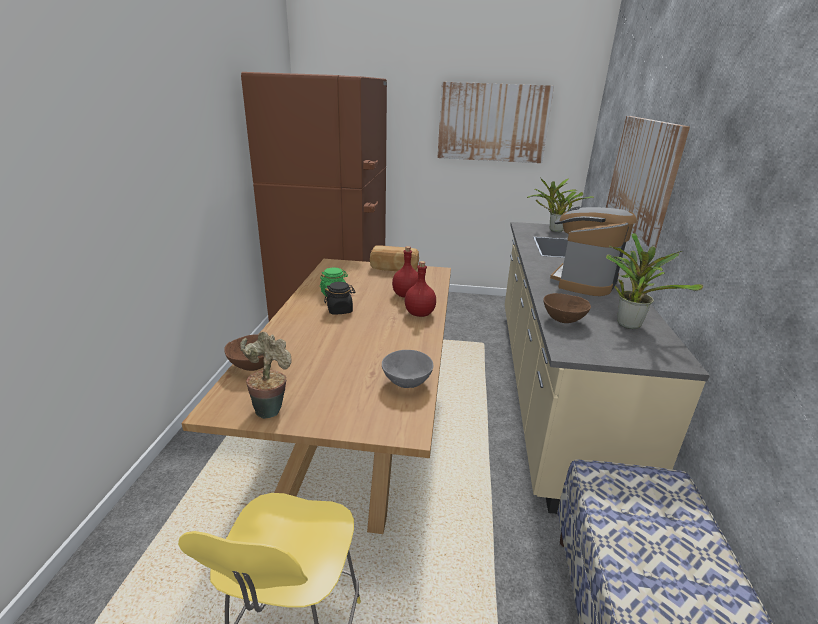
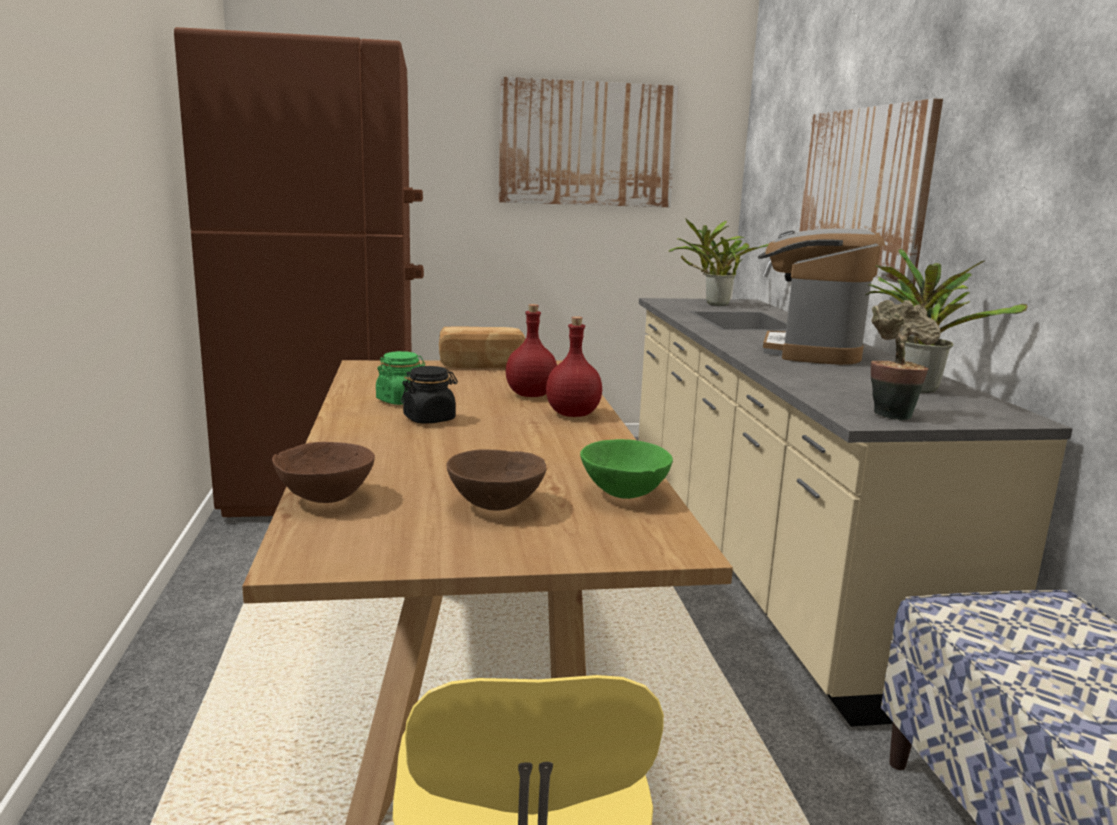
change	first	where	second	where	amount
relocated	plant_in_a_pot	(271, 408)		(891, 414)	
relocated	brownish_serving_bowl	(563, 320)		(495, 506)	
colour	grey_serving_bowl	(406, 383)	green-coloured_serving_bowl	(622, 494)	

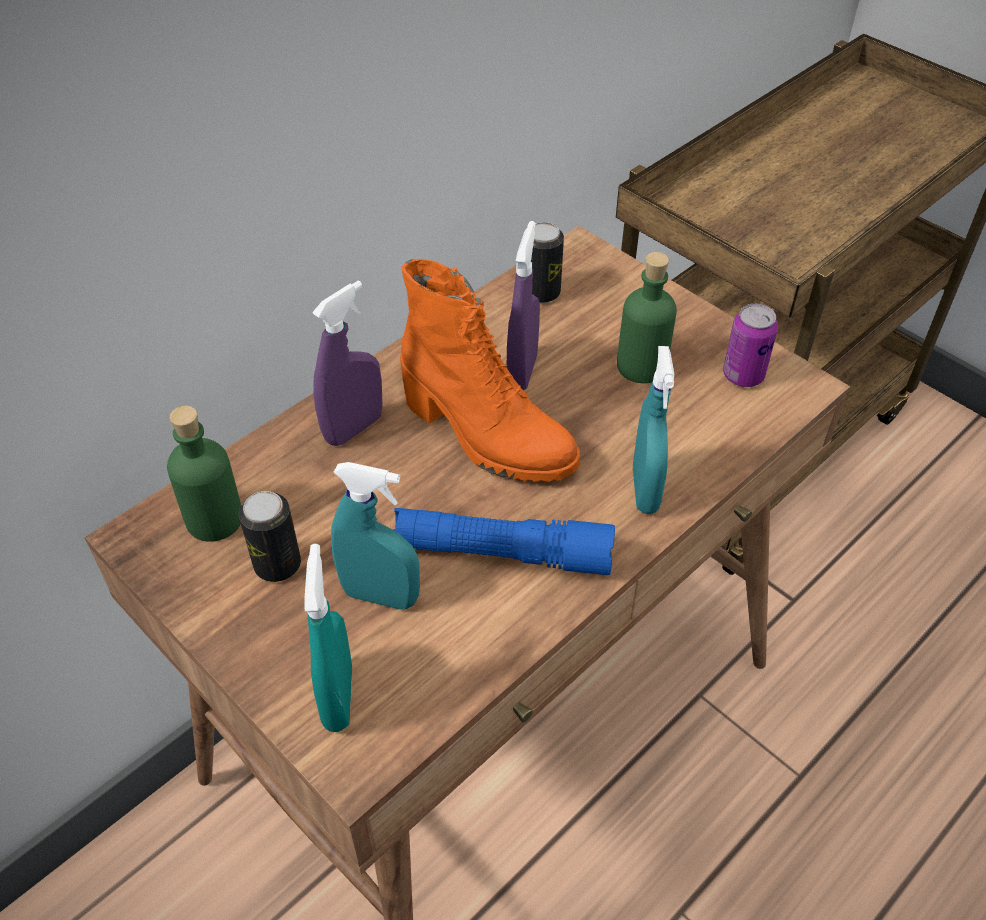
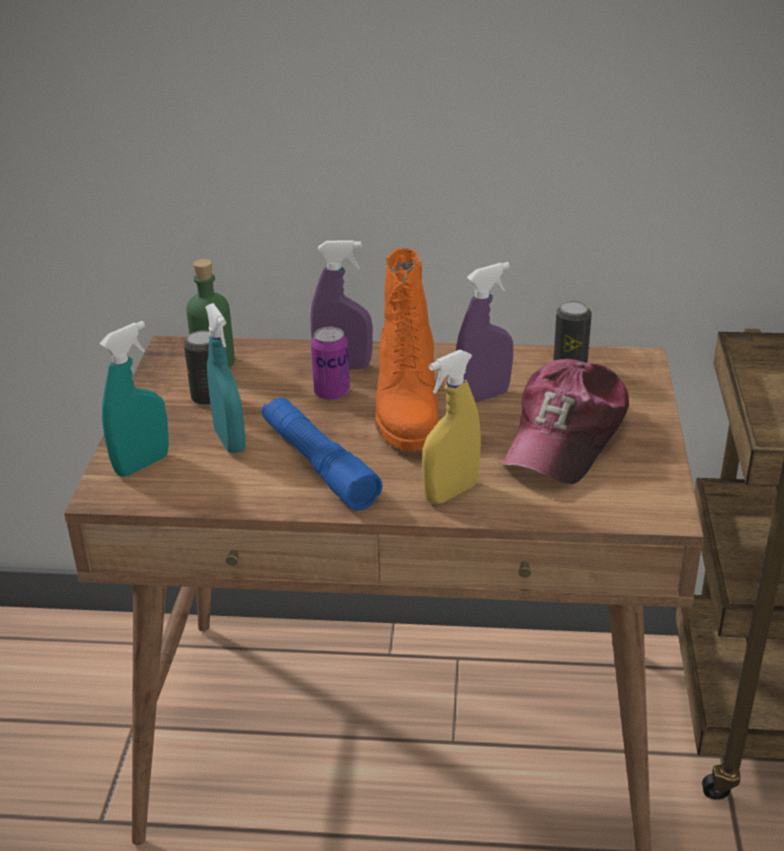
change	first	where	second	where	amount
relocated	metal_can	(743, 375)		(332, 393)	
exchanged	green-coloured_bottle	(641, 366)	peaked_cap	(566, 437)	
colour	turquoise_sprayer	(645, 490)	yellowish_sprayer	(451, 492)	

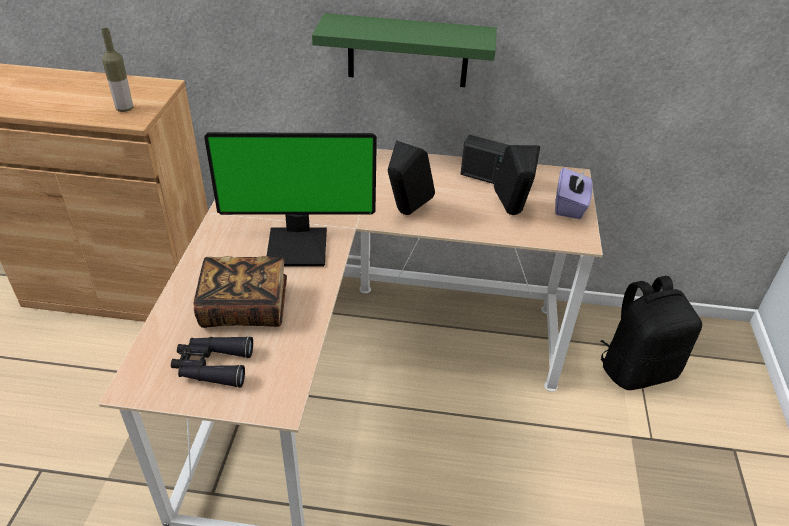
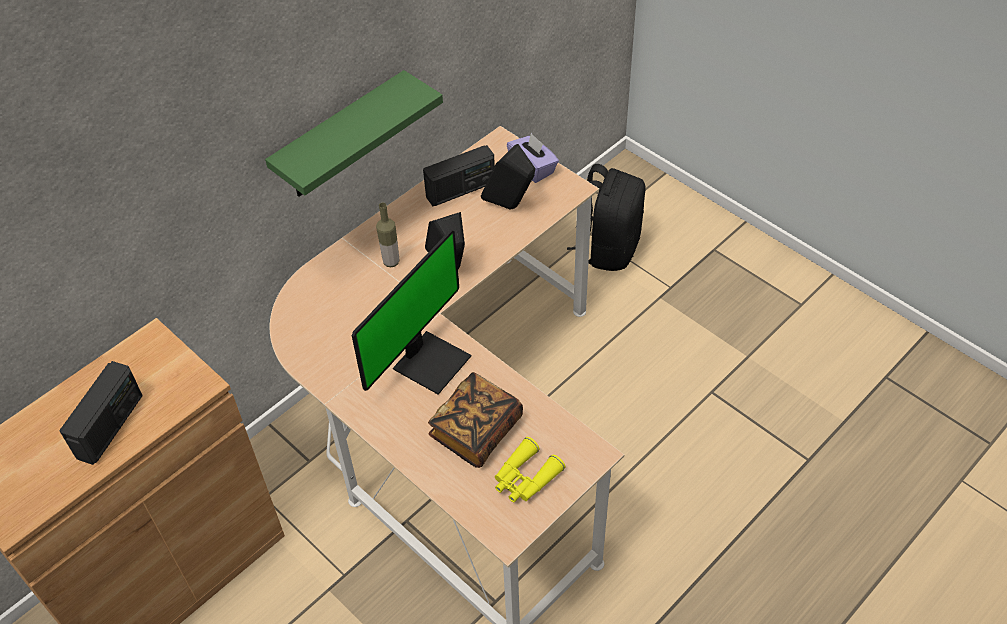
change	first	where	second	where	amount
appeared			radio	(110, 426)	
relocated	bottle	(124, 109)		(391, 262)	
colour	black-coloured_binoculars	(212, 366)	yellowish_binoculars	(525, 478)	

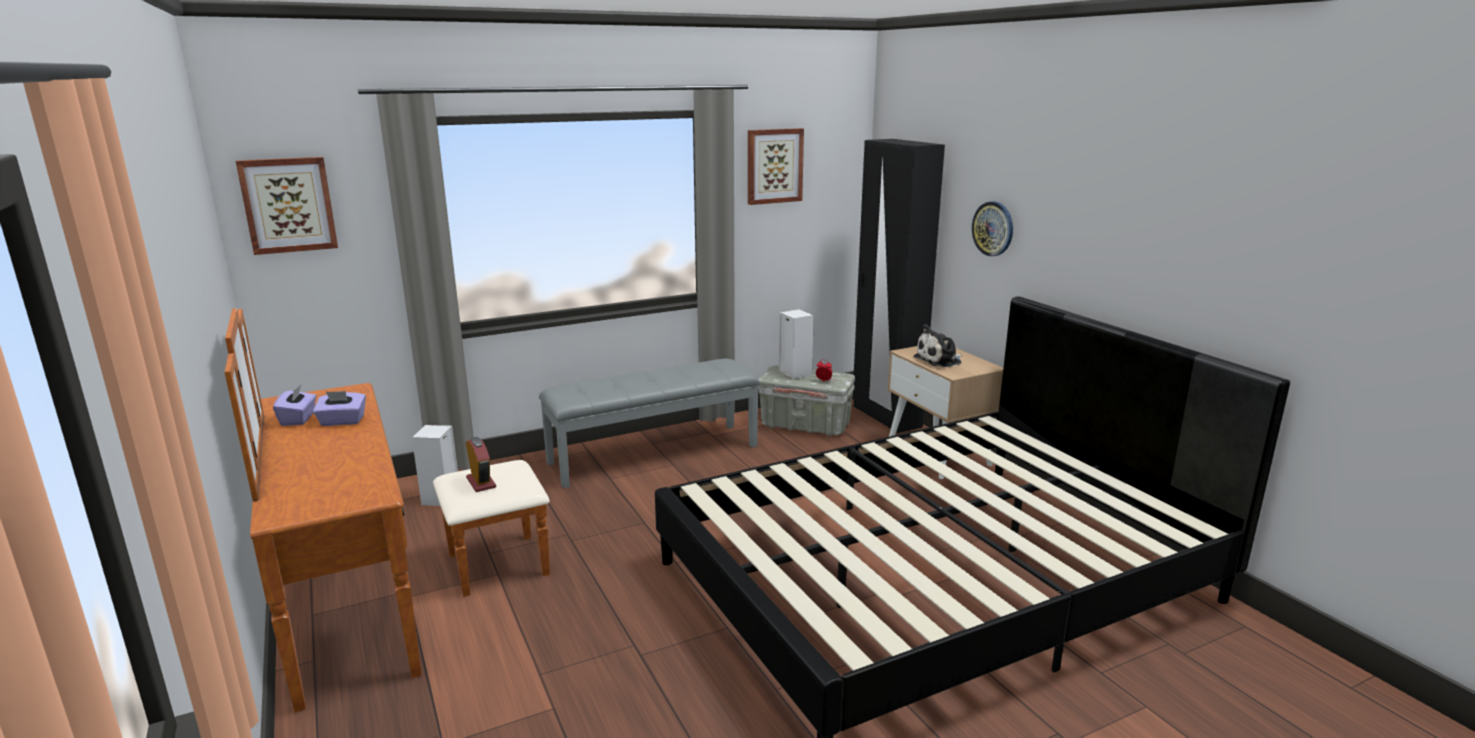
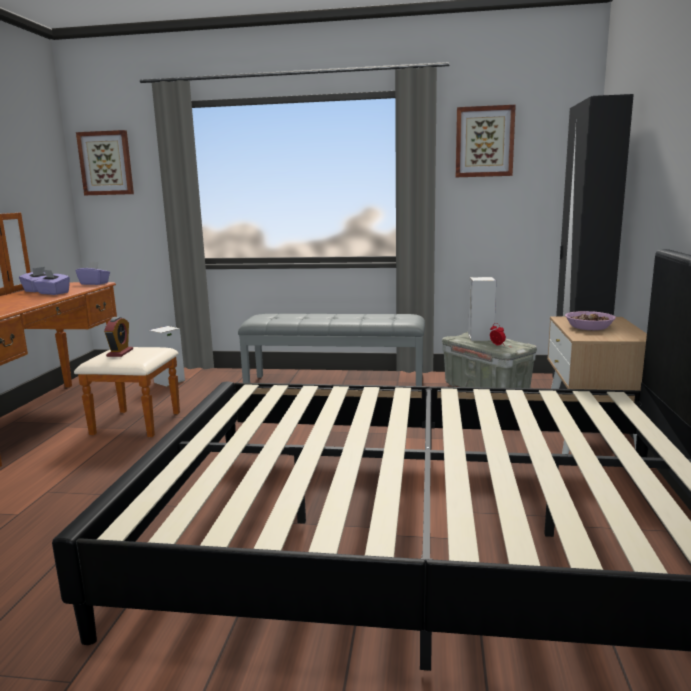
change	first	where	second	where	amount
missing	wall_clock	(993, 228)			
appeared			purple-coloured_tissue_box	(94, 283)	
exchanged	cuddly_toy	(940, 360)	serving_bowl	(589, 327)	

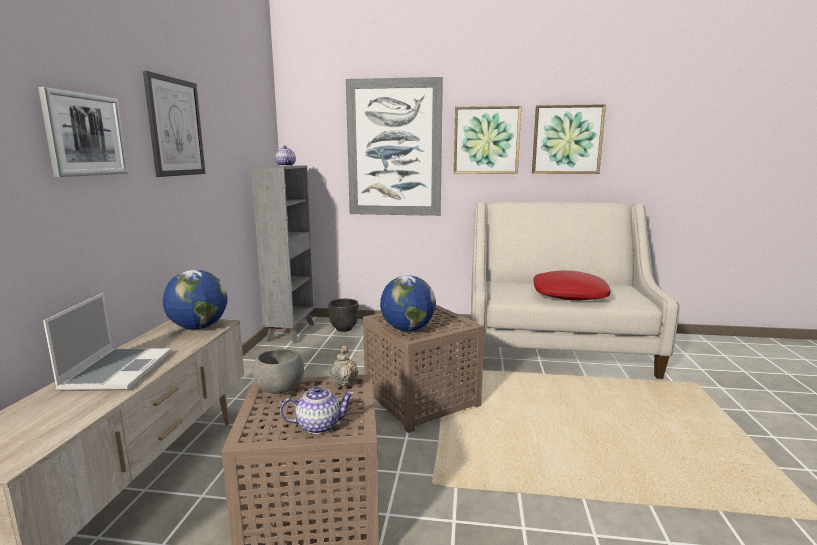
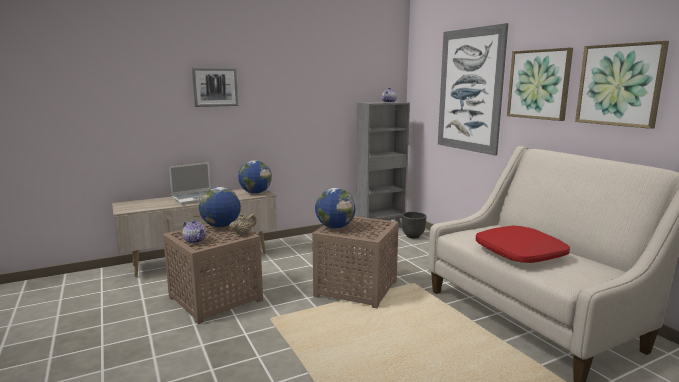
change	first	where	second	where	amount
missing	wall_art	(175, 127)			
exchanged	grey_serving_bowl	(280, 390)	globe	(221, 226)	

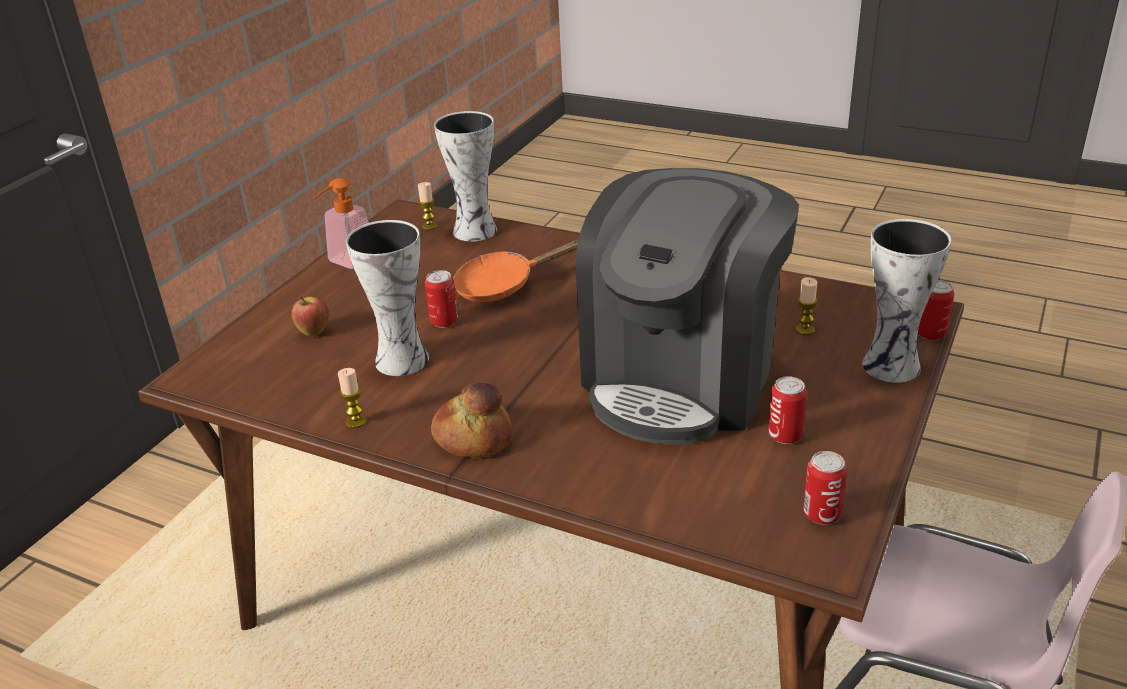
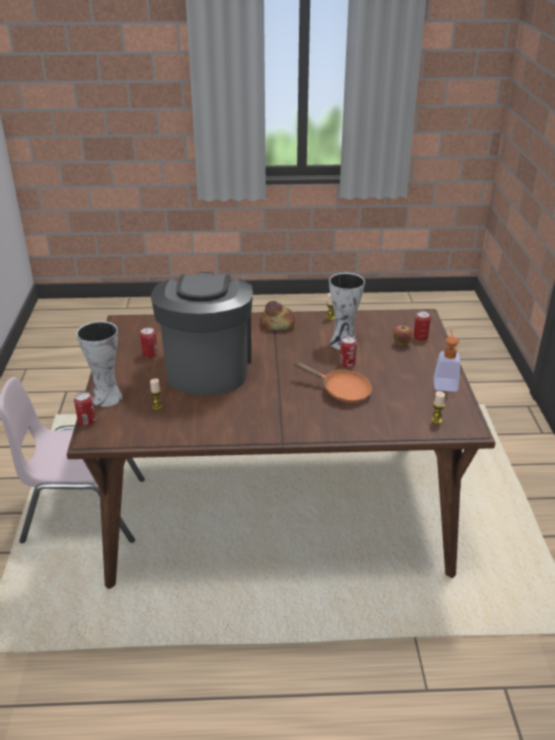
change	first	where	second	where	amount
missing	decorative_vase	(474, 232)			
relocated	metal_can	(821, 514)		(420, 338)	
spun	orangey_skillet	(502, 285)		(341, 391)	75 degrees clockwise

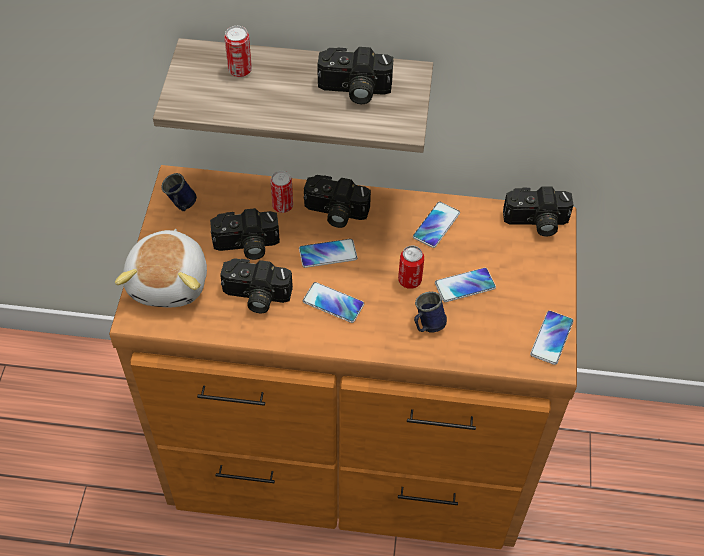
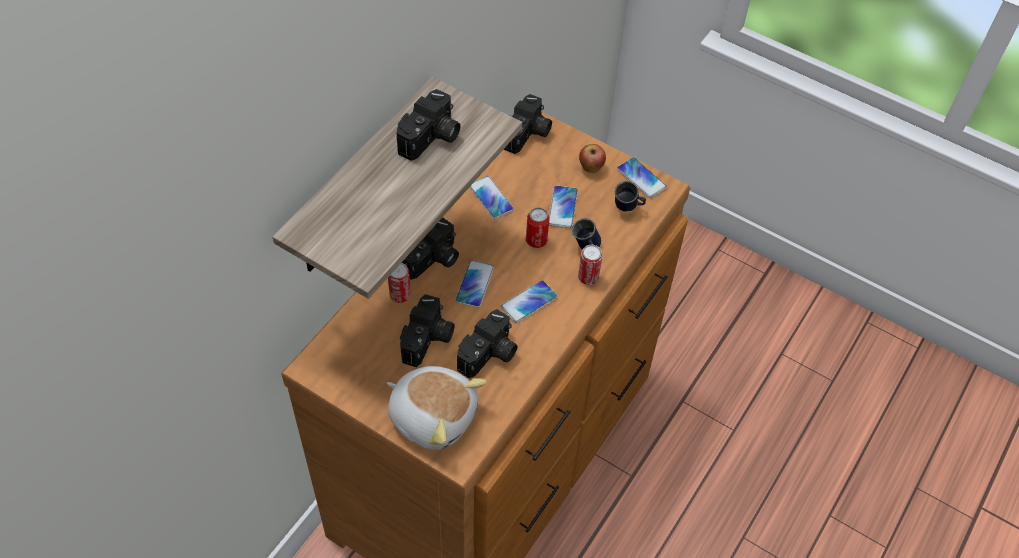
change	first	where	second	where	amount
appeared			apple_fruit	(591, 168)	
relocated	blue-coloured_coffee_mug	(181, 206)		(628, 208)	
relocated	metal_can	(240, 70)		(588, 277)	

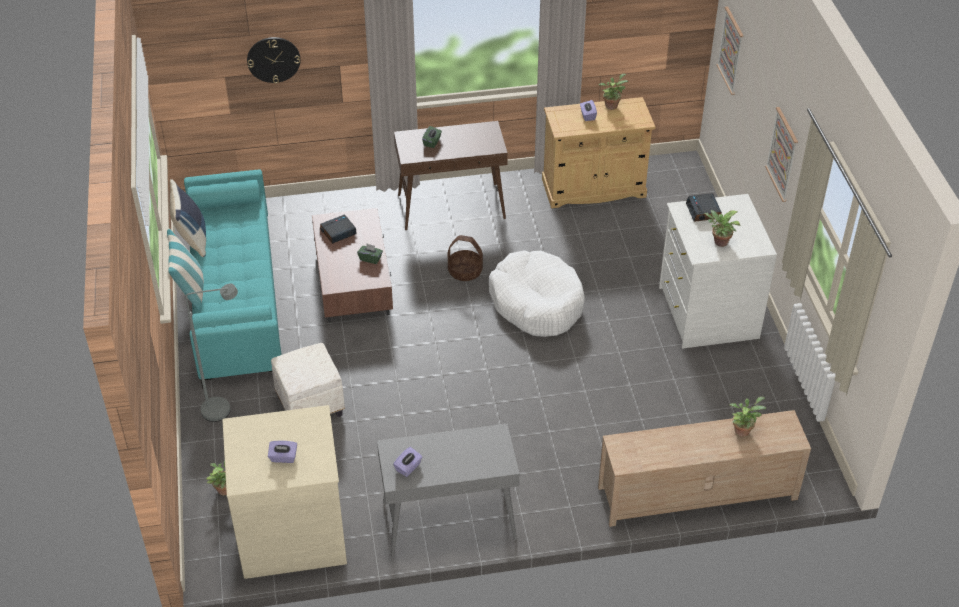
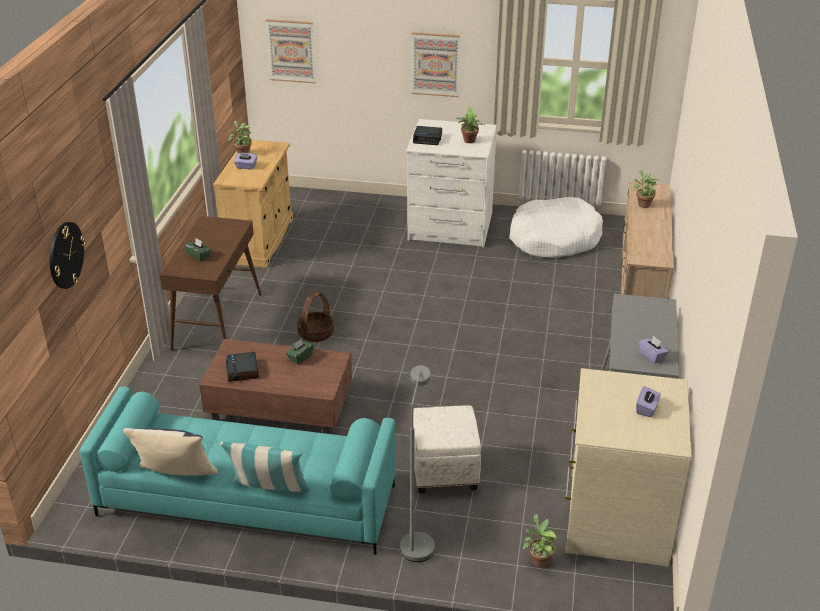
change	first	where	second	where	amount
relocated	white_pet_bed	(536, 303)		(554, 239)	

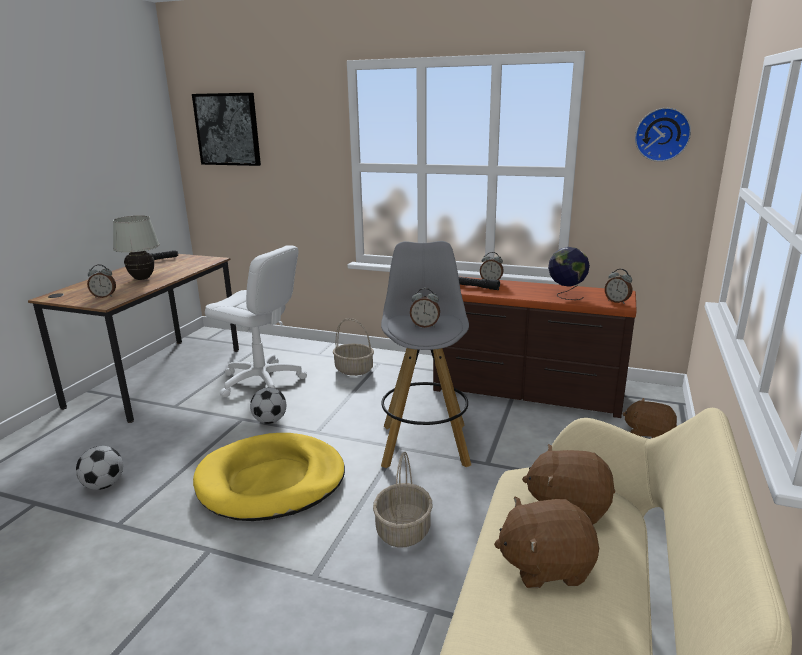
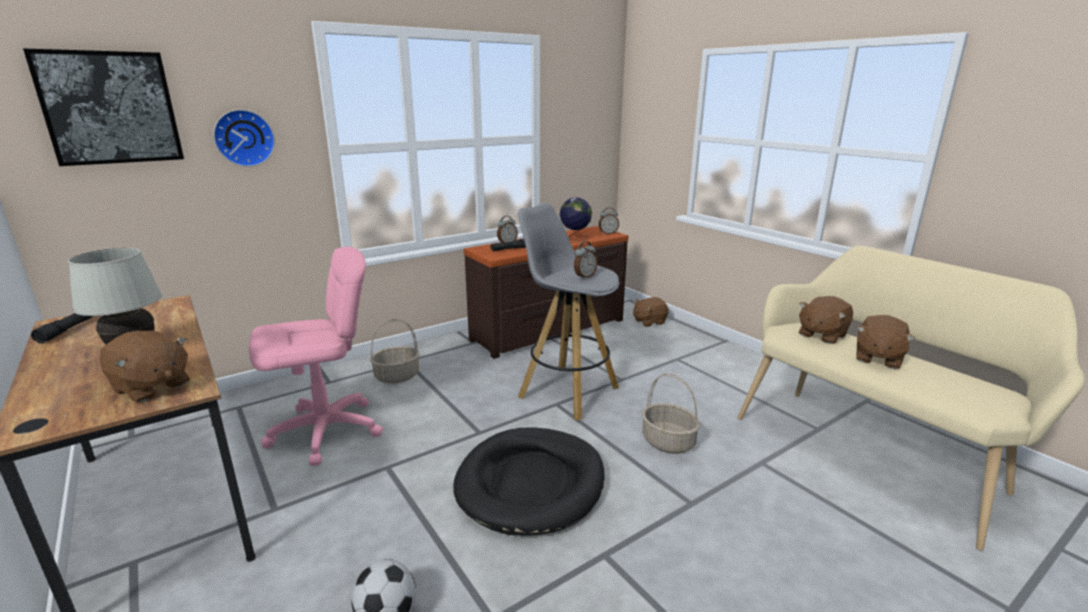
change	first	where	second	where	amount
missing	ball_for_football	(270, 421)			
relocated	wall_clock	(662, 134)		(244, 138)	
exchanged	table_clock	(104, 296)	brownish_cuddly_toy	(151, 387)	
colour	yellowish_pet_bed	(271, 481)	black-coloured_pet_bed	(531, 483)	
colour	white_computer_chair	(261, 382)	pinkish_computer_chair	(326, 431)	

